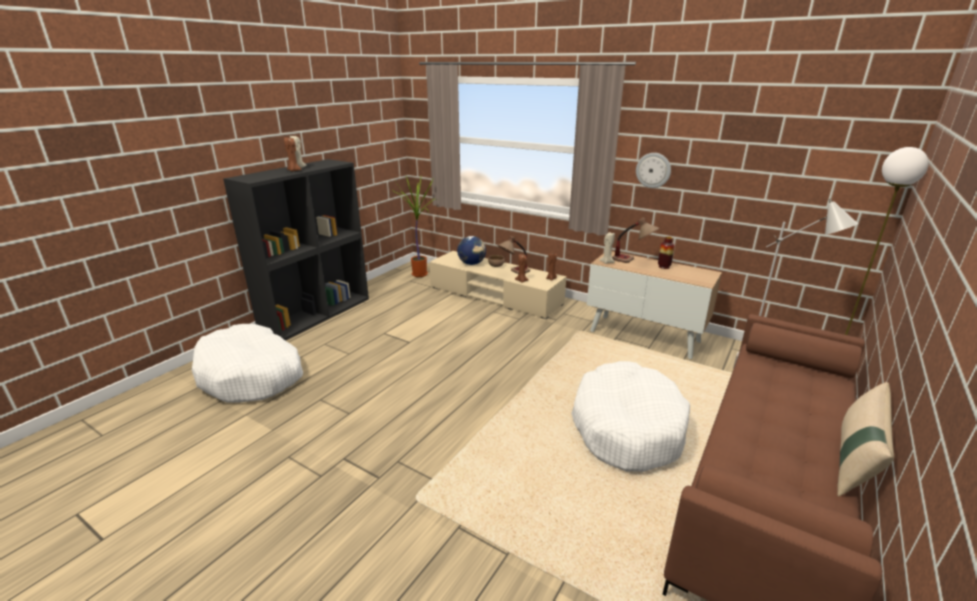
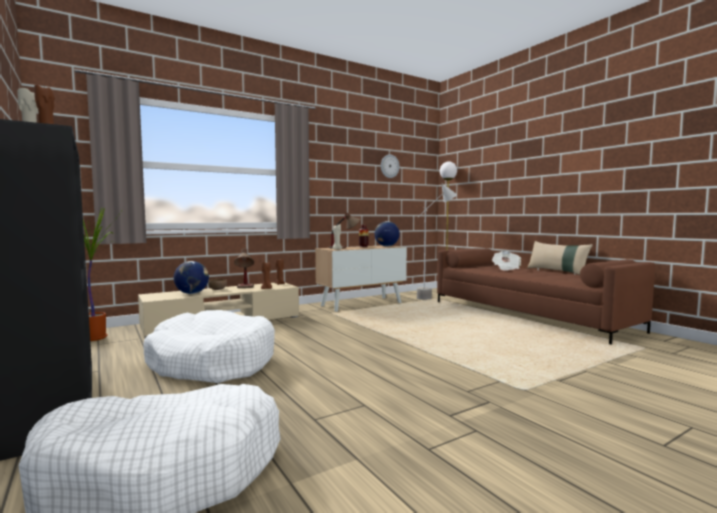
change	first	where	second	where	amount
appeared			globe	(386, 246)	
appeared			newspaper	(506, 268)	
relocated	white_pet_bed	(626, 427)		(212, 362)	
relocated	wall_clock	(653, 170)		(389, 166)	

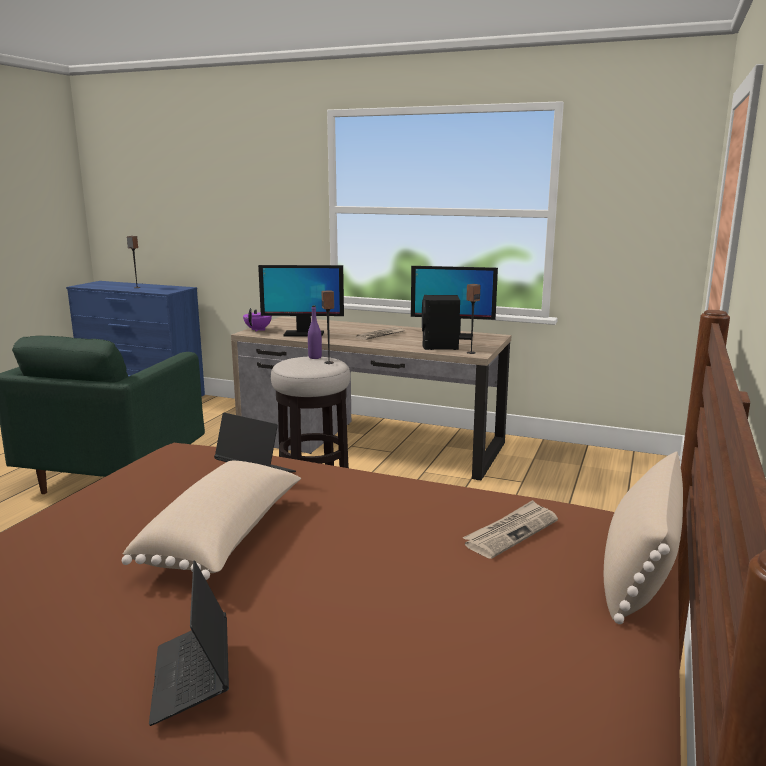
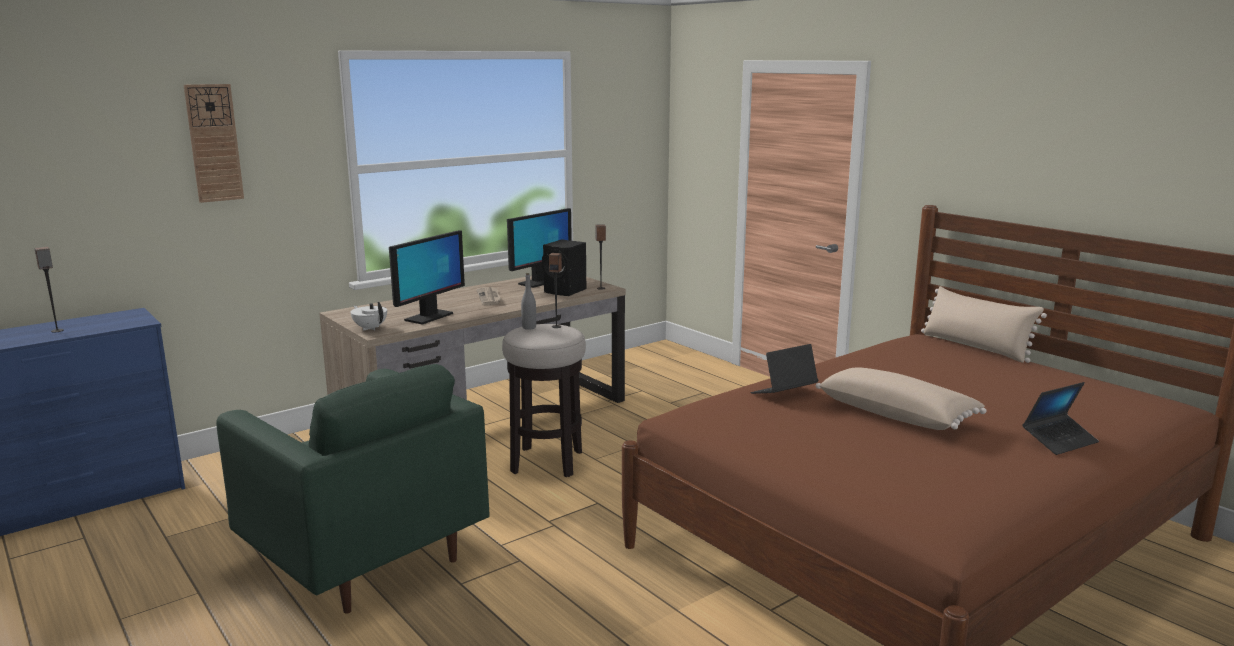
change	first	where	second	where	amount
missing	newspaper	(511, 532)			
appeared			wall_clock	(214, 143)	
colour	purple-coloured_pot_for_tea	(258, 330)	white_pot_for_tea	(370, 328)	
colour	purple-coloured_bottle	(315, 357)	grey_bottle	(529, 327)	
spun	notebook_computer	(192, 678)		(1059, 441)	45 degrees counterclockwise

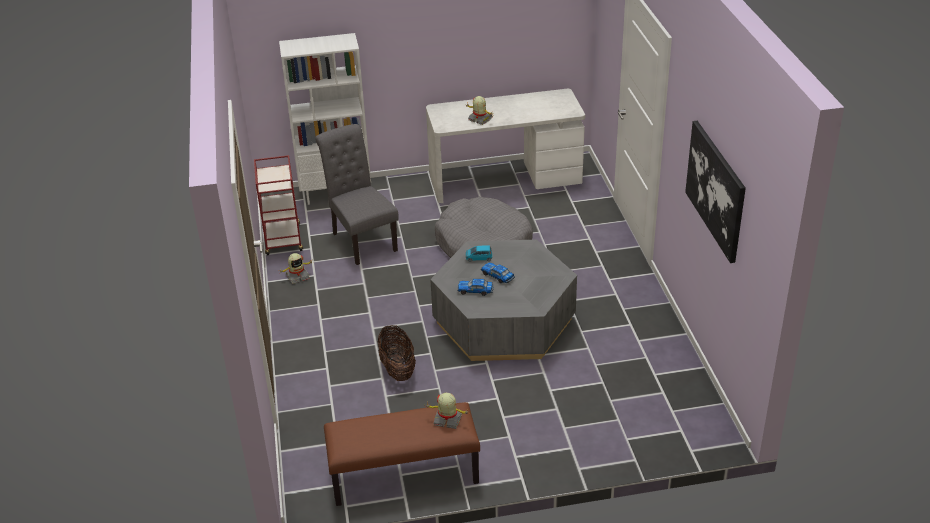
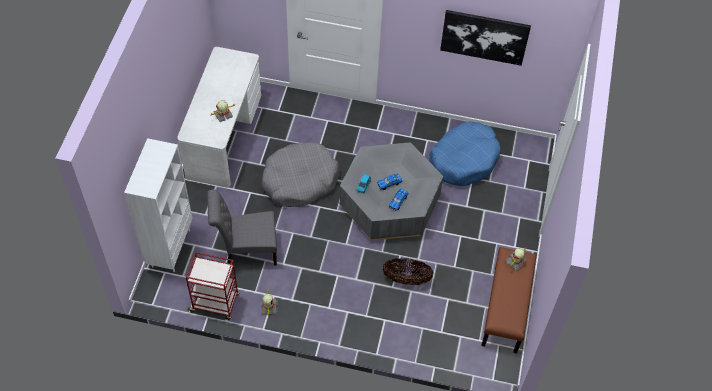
change	first	where	second	where	amount
appeared			blue-coloured_pet_bed	(463, 159)	

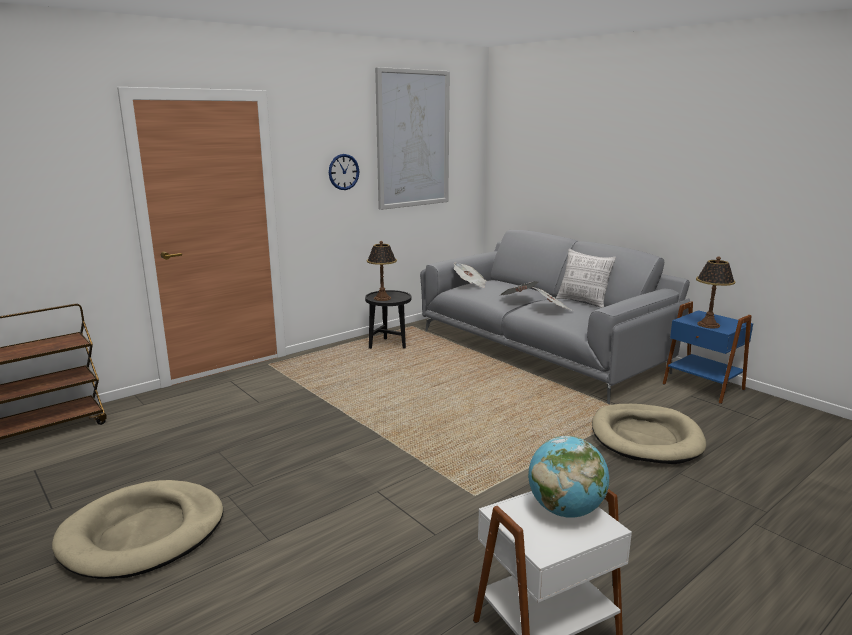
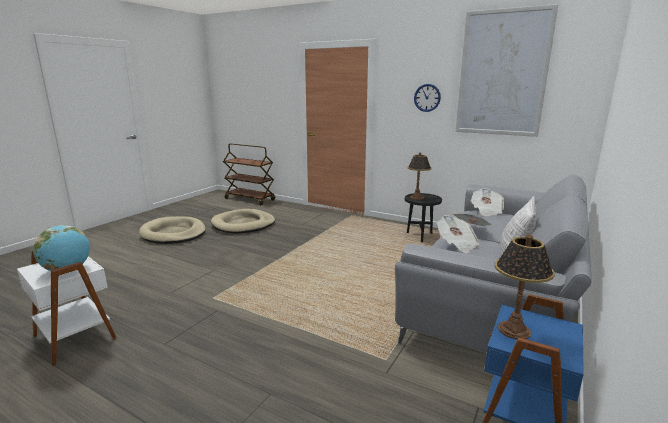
change	first	where	second	where	amount
relocated	beige-coloured_pet_bed	(645, 437)		(243, 224)	

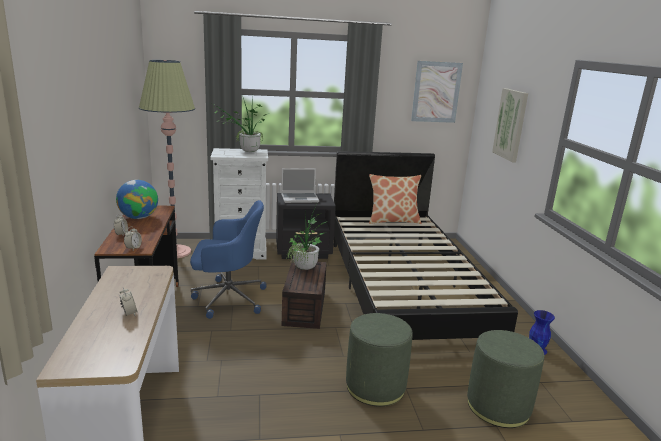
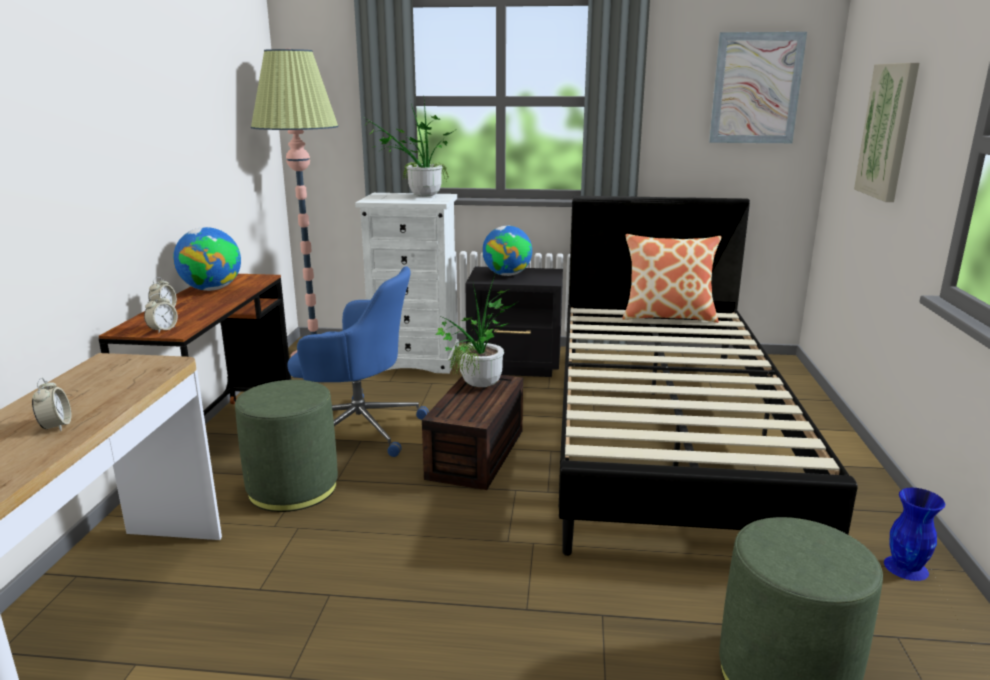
change	first	where	second	where	amount
relocated	green-coloured_ottoman	(375, 387)		(292, 488)	
exchanged	notebook_computer	(300, 198)	globe	(507, 275)	

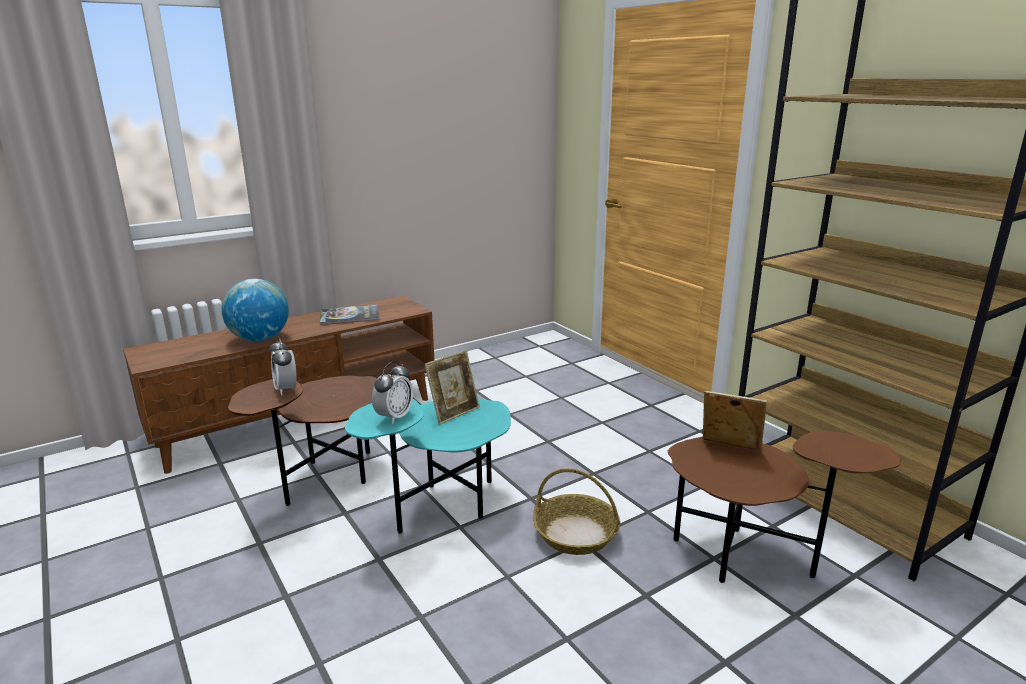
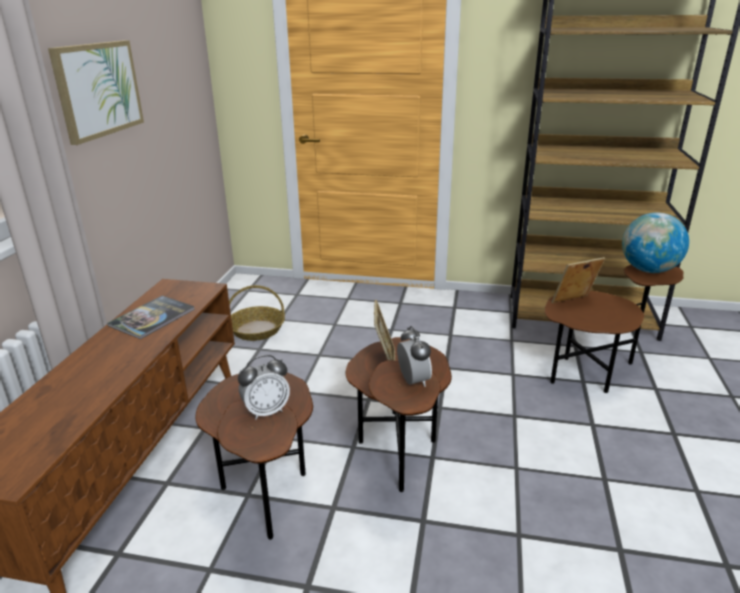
change	first	where	second	where	amount
appeared			wall_art	(98, 89)	
relocated	globe	(259, 339)		(648, 270)	
relocated	basket	(576, 534)		(257, 329)	
colour	turquoise_end_table	(442, 509)	brownish_end_table	(398, 453)	
spun	table_clock	(286, 389)		(266, 411)	45 degrees counterclockwise

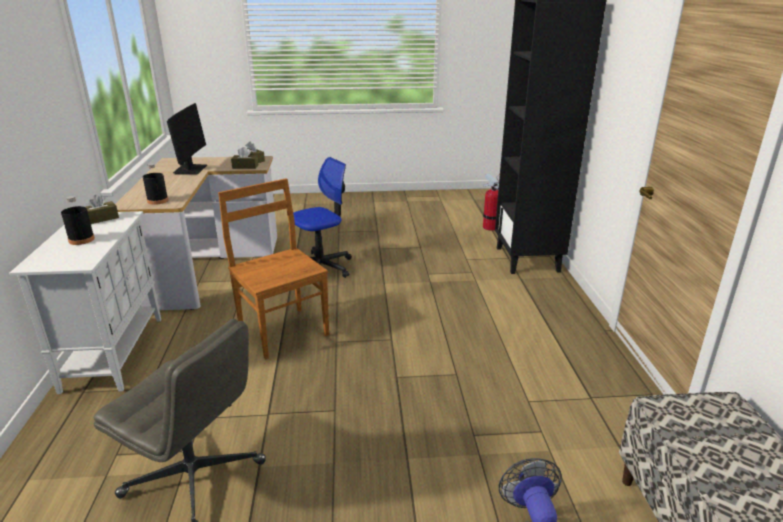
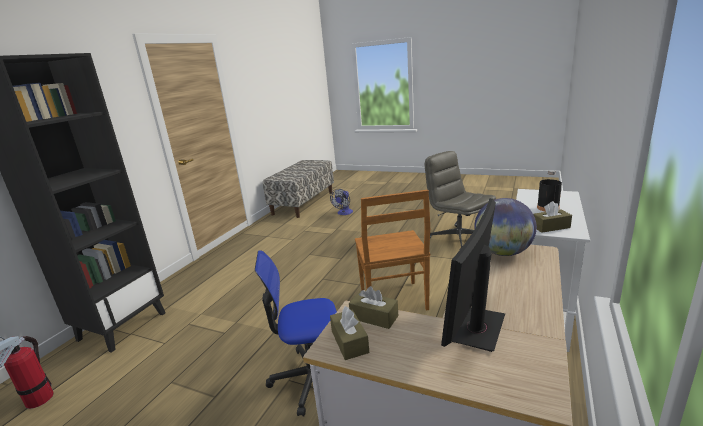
change	first	where	second	where	amount
exchanged	black-coloured_bottle	(157, 201)	globe	(503, 252)	

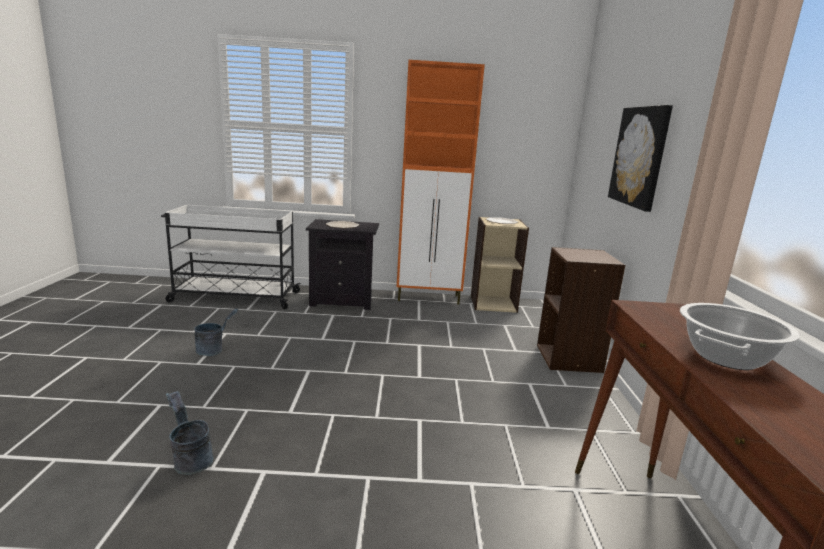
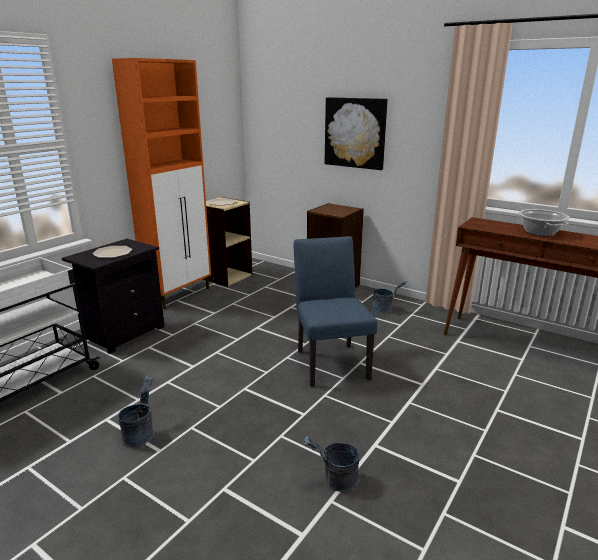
change	first	where	second	where	amount
appeared			blue-coloured_plain_chair	(330, 361)	
appeared			grey_water_bucket	(385, 310)	

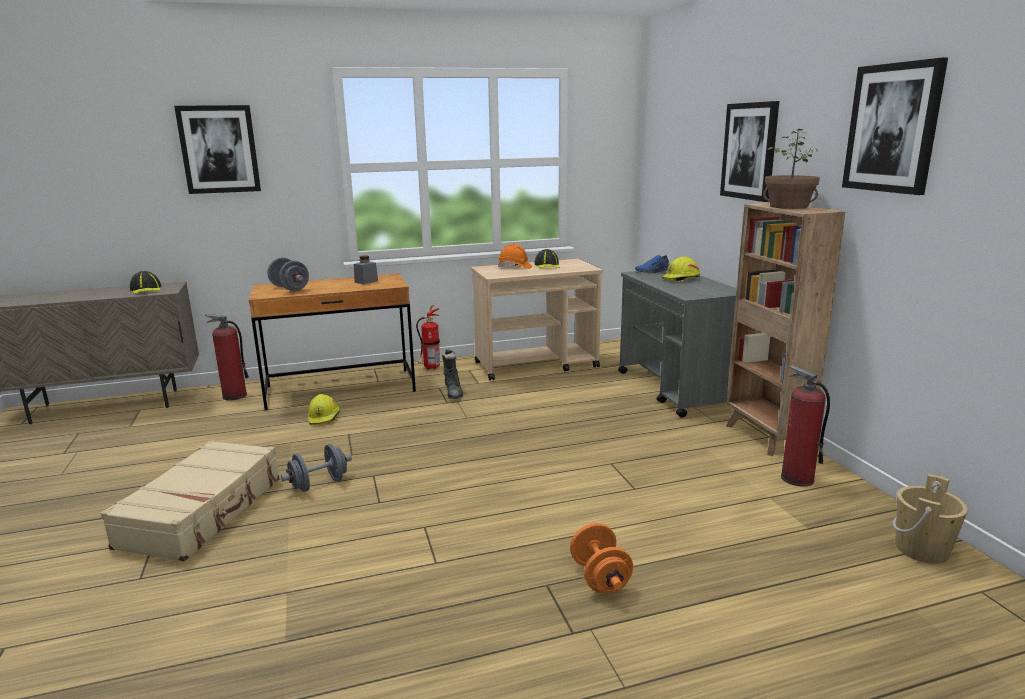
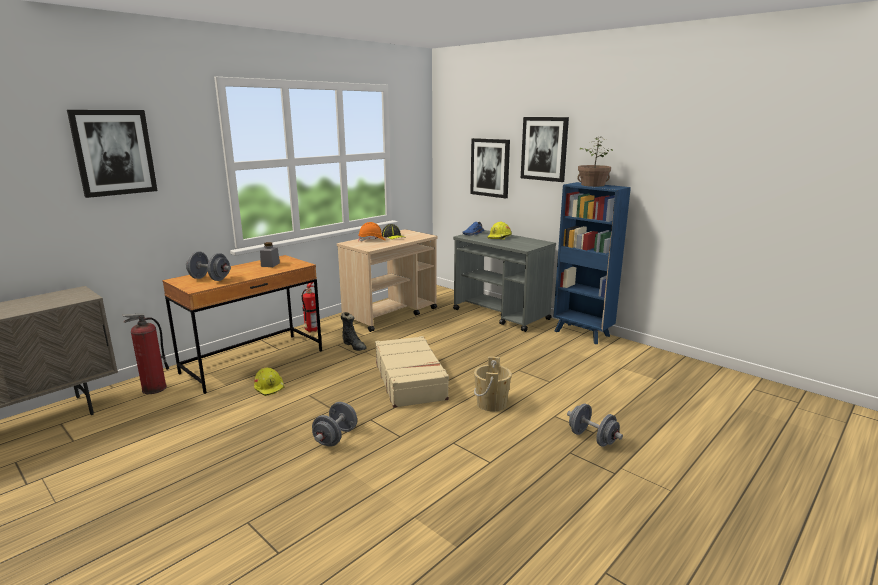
change	first	where	second	where	amount
missing	peaked_cap	(146, 289)			
missing	fire_extinguisher	(796, 478)			
relocated	beige-coloured_piece_of_luggage	(203, 512)		(410, 380)	
relocated	wall_art	(892, 128)		(490, 167)	
relocated	beige-coloured_water_bucket	(921, 549)		(491, 404)	
colour	orangey_free_weight	(600, 577)	grey_free_weight	(592, 438)	
colour	brownish_bookcase	(766, 437)	blue-coloured_bookcase	(583, 334)	

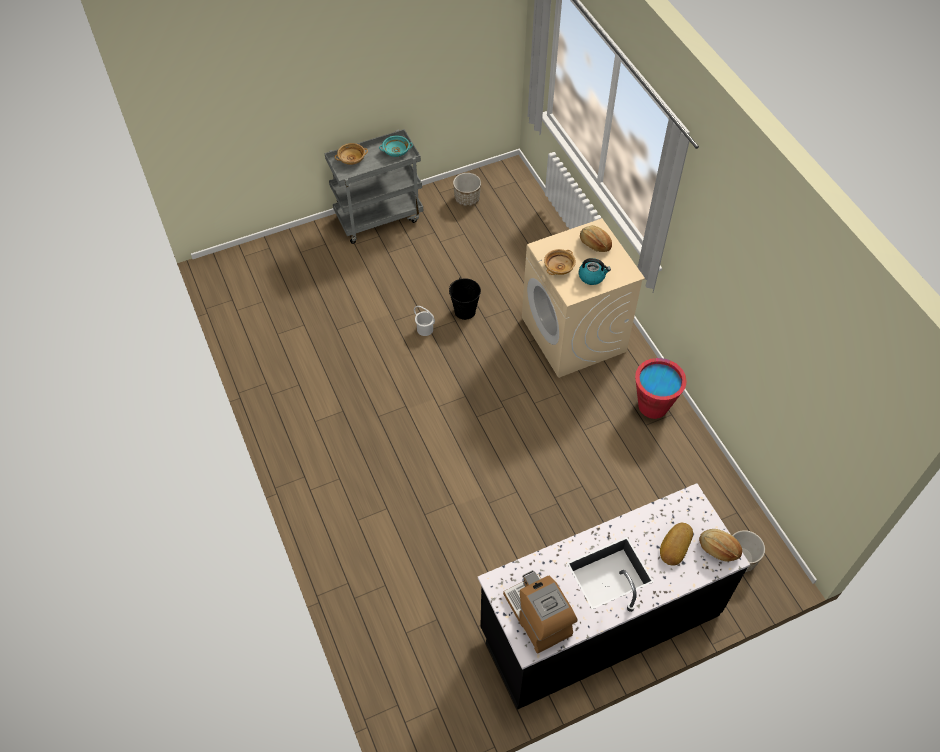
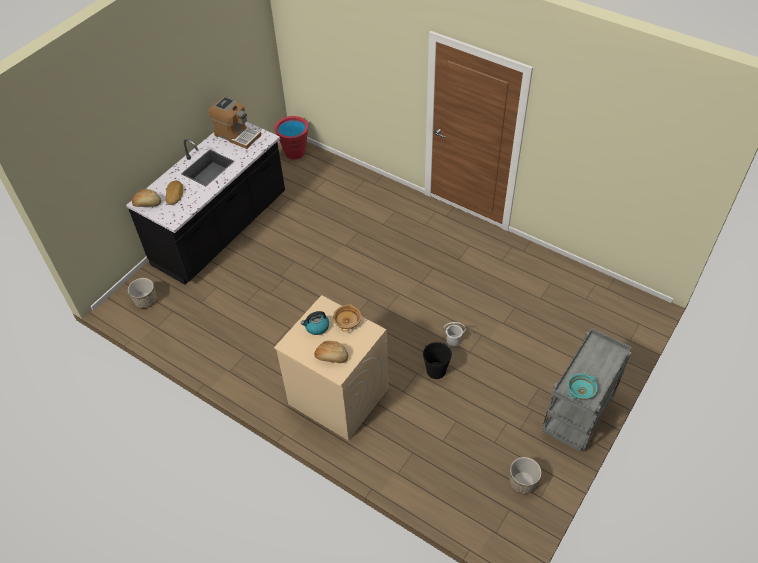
change	first	where	second	where	amount
missing	beige-coloured_serving_bowl	(351, 159)			
relocated	red-coloured_water_bucket	(653, 406)		(295, 152)	

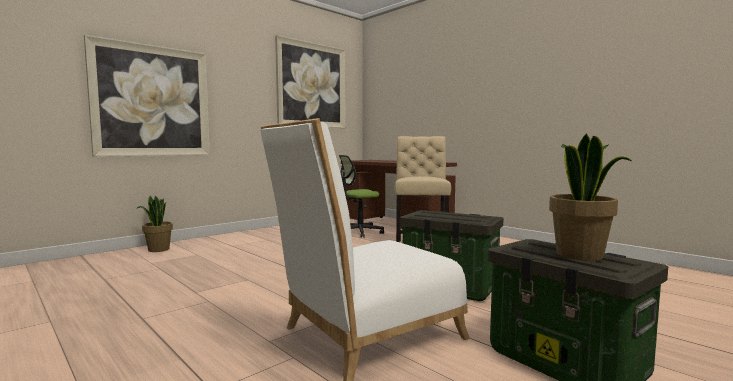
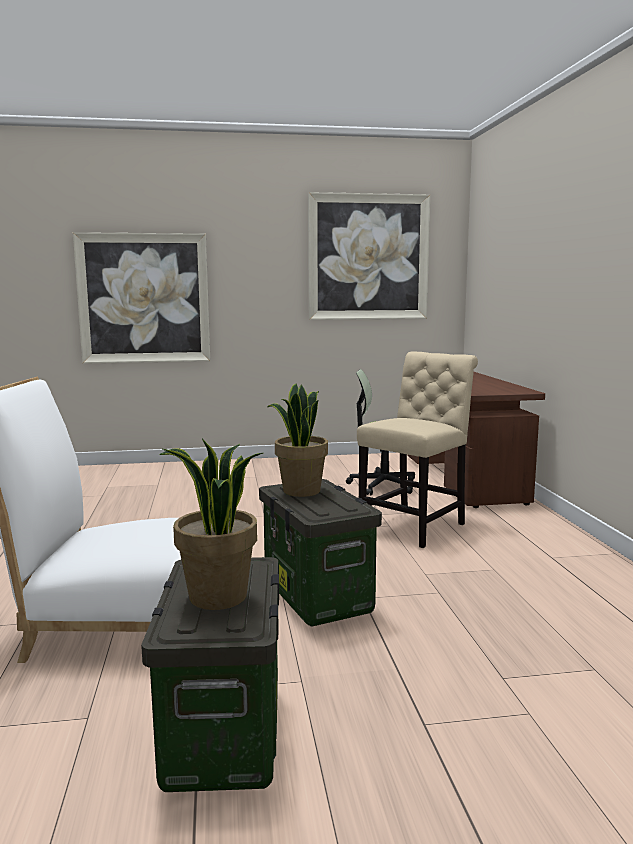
change	first	where	second	where	amount
relocated	plant_in_a_pot	(158, 249)		(301, 491)	

